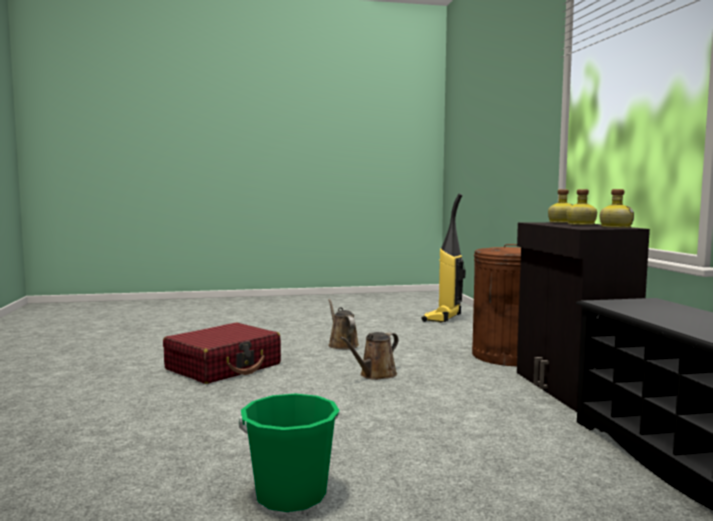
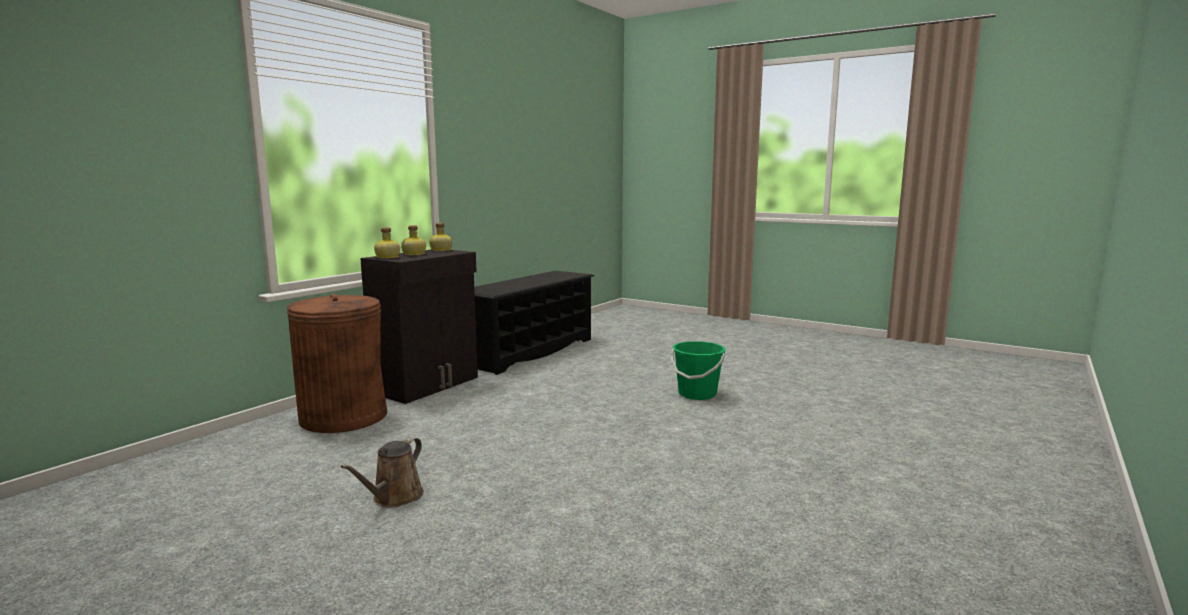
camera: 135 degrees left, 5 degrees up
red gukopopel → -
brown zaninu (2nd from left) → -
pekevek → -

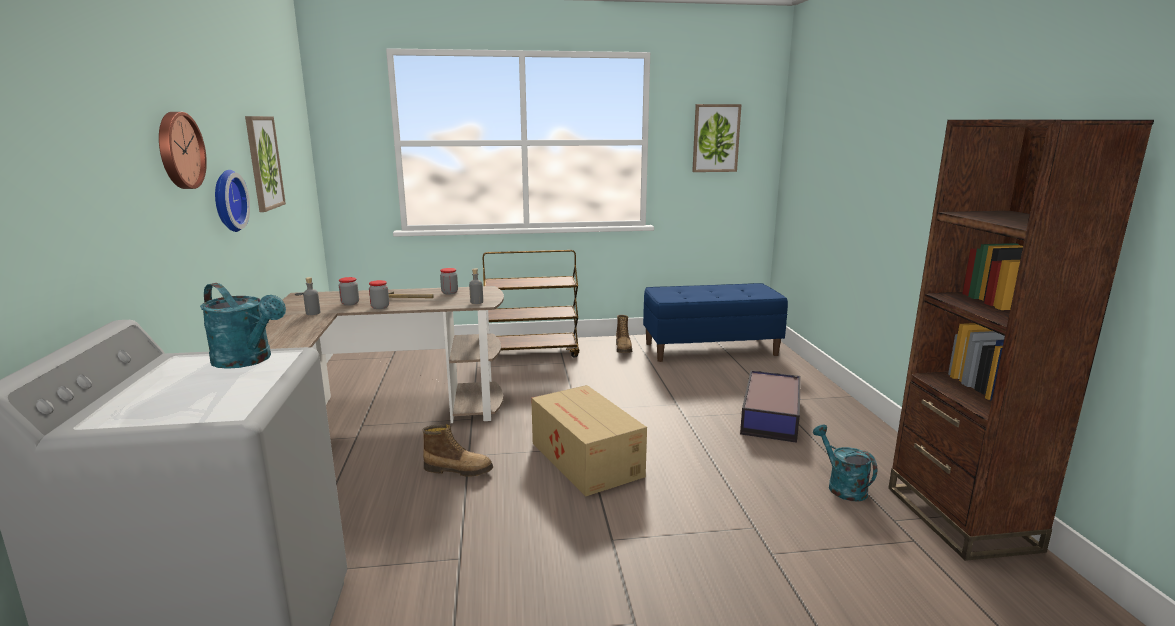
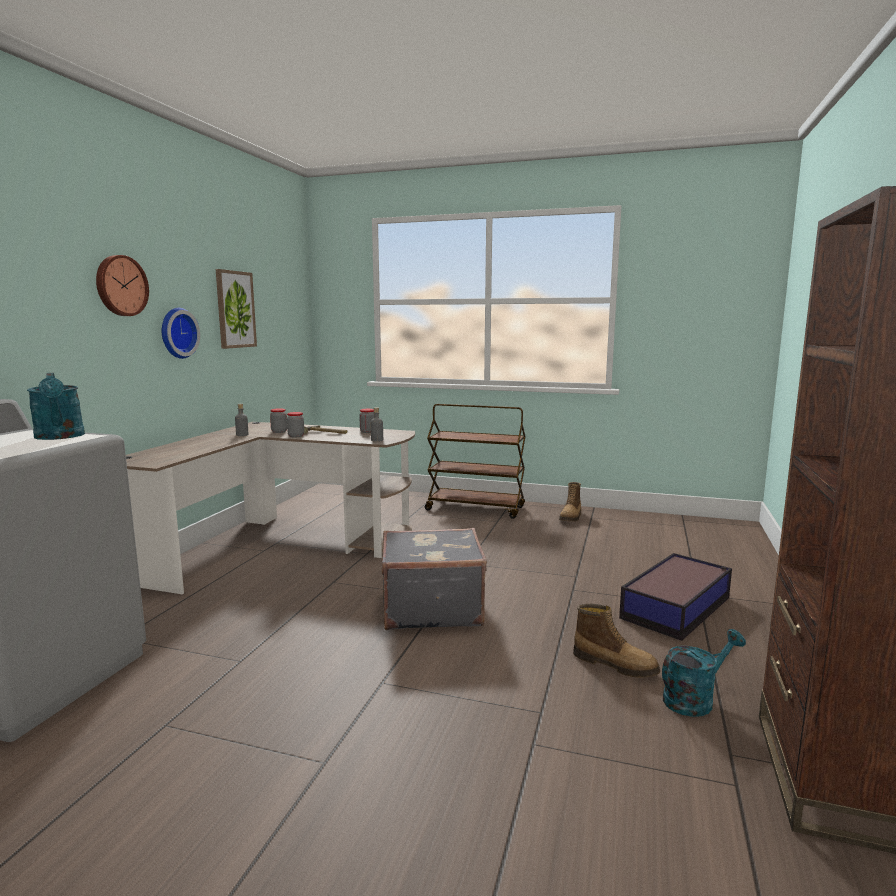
camera: 25 degrees right, 5 degrees down
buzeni → grey gukopopel
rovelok (1st from left in the first image) → rovelok (2nd from left), move
turquoise zaninu (2nd from left), 60 degrees clockwise
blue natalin → -
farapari (2nd from left) → -

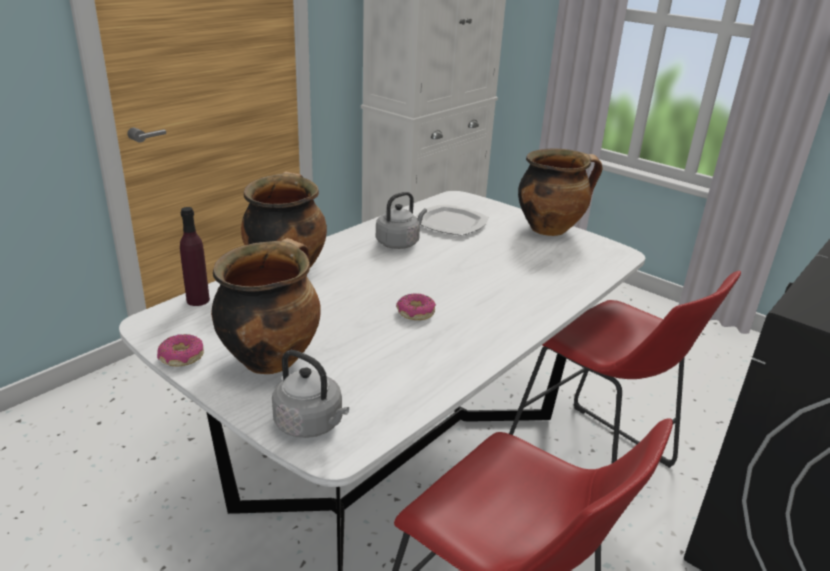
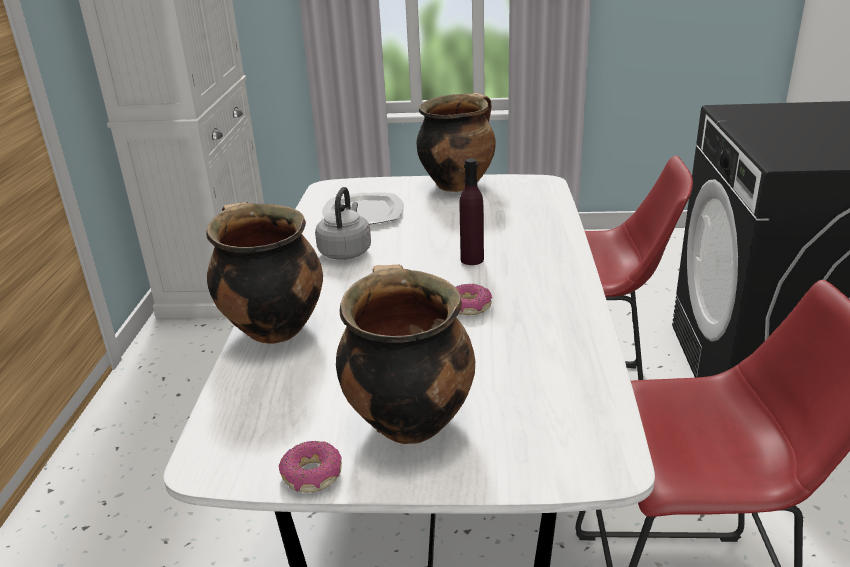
camera: 35 degrees left, 0 degrees up
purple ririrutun, move
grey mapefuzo (1st from left) → -

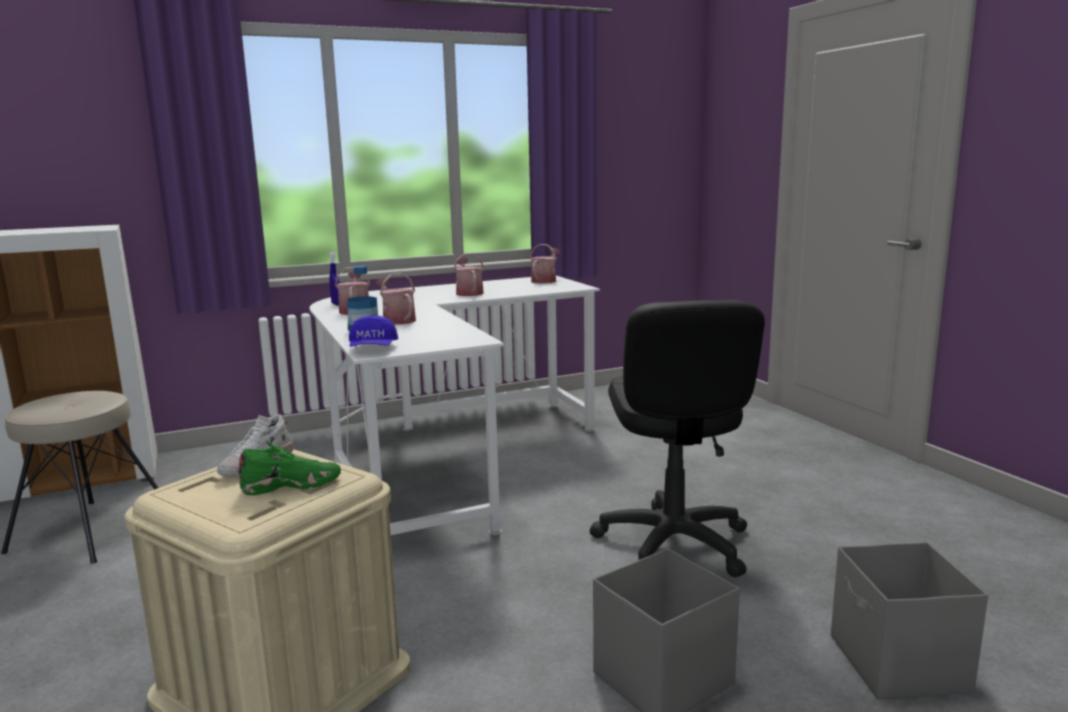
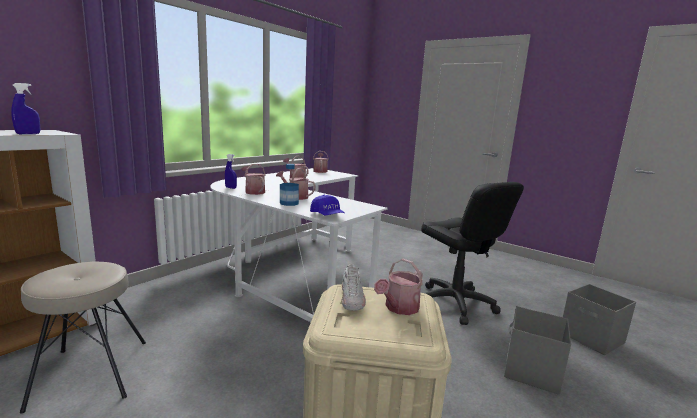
camera: 30 degrees left, 0 degrees up
- → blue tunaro (1st from left)
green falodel → zaninu (5th from left)

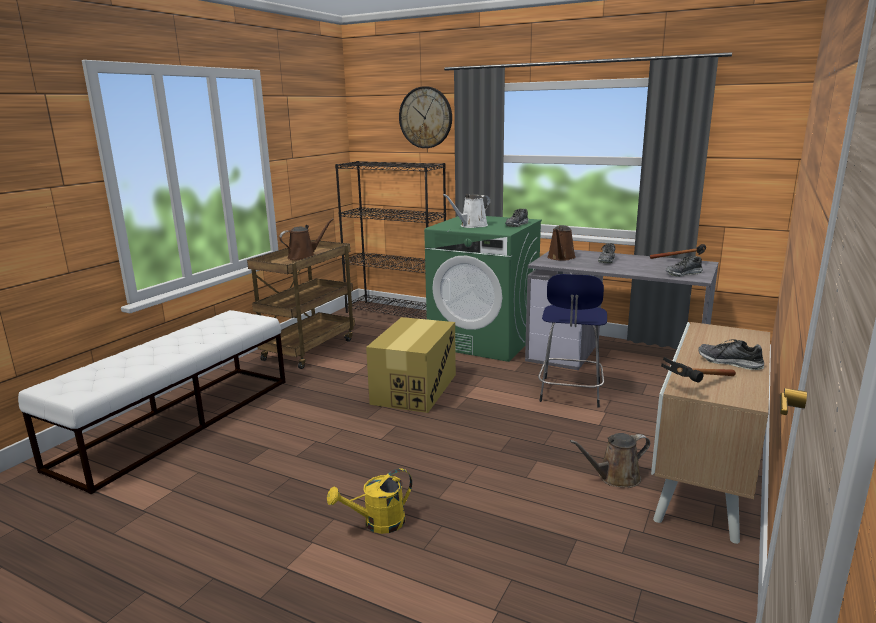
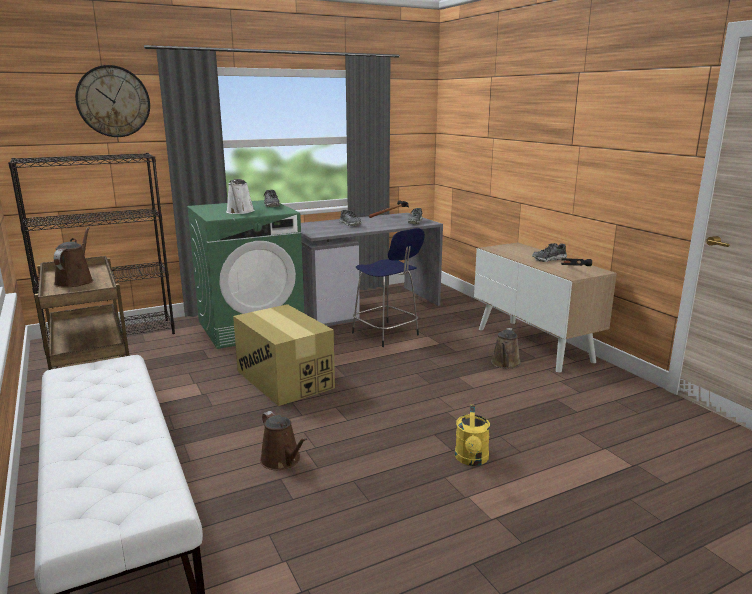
camera: 55 degrees left, 0 degrees up
brown zaninu (2nd from left), move

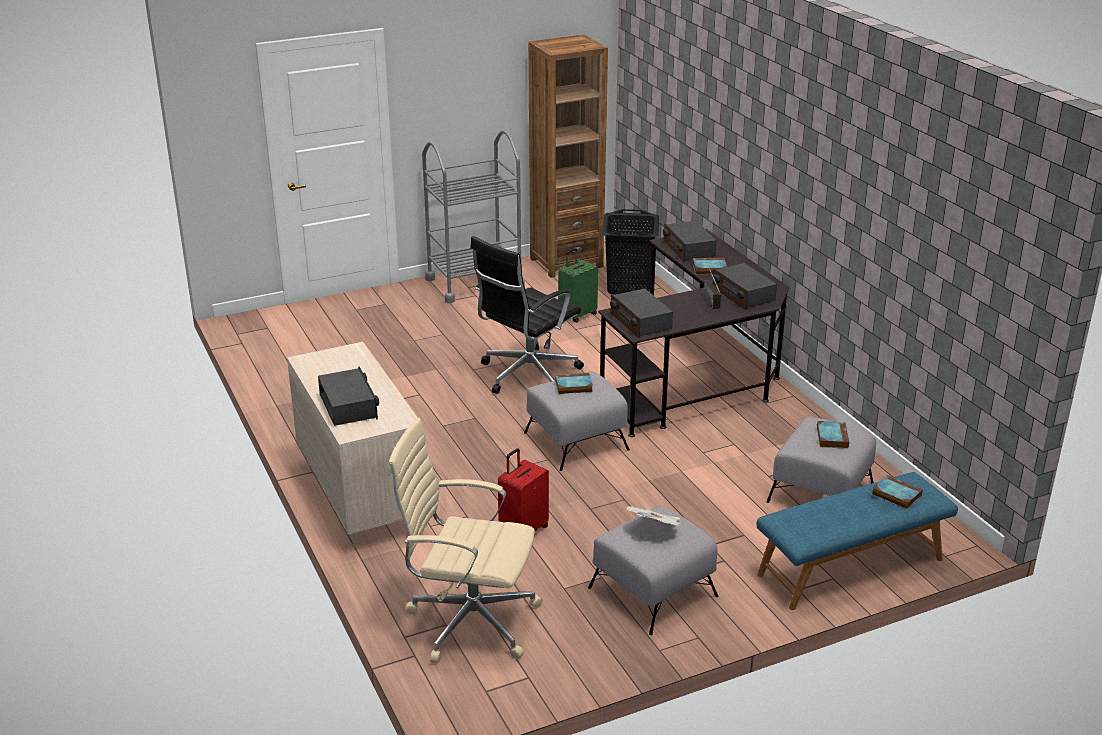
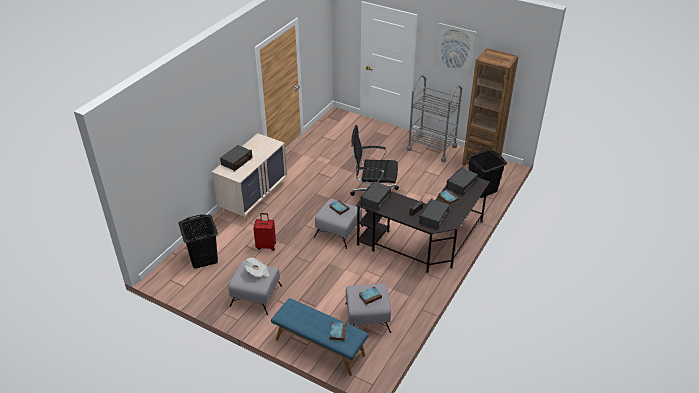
camera: 55 degrees right, 10 degrees up
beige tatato → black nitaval (1st from left)
- → farapari
green gukopopel → -

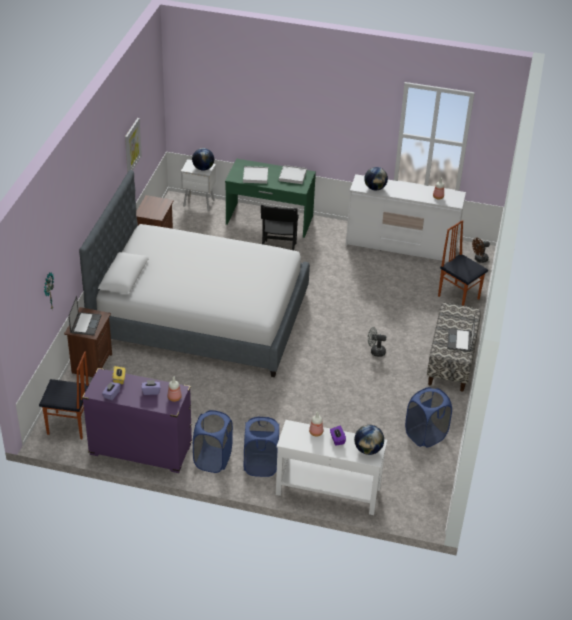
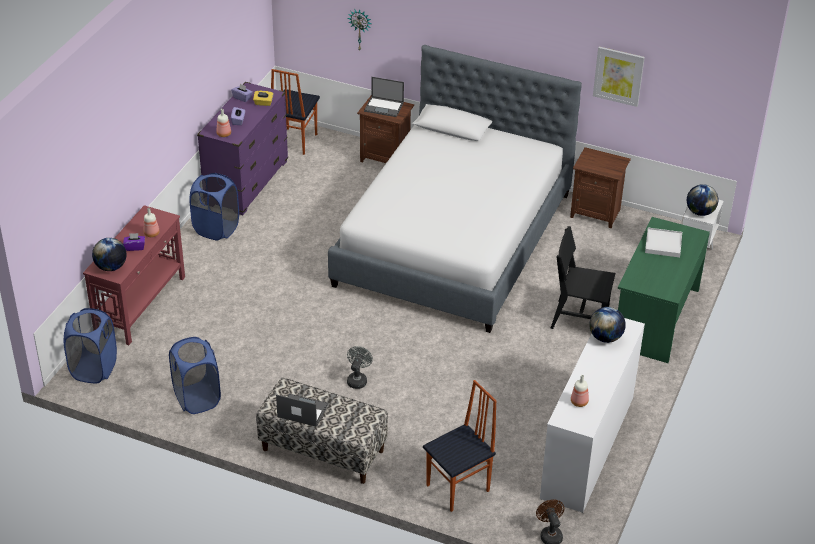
camera: 100 degrees right, 0 degrees up
blue nitaval (2nd from left in the first image) → blue nitaval (1st from left), move
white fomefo → red fomefo
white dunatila (2nd from left) → -

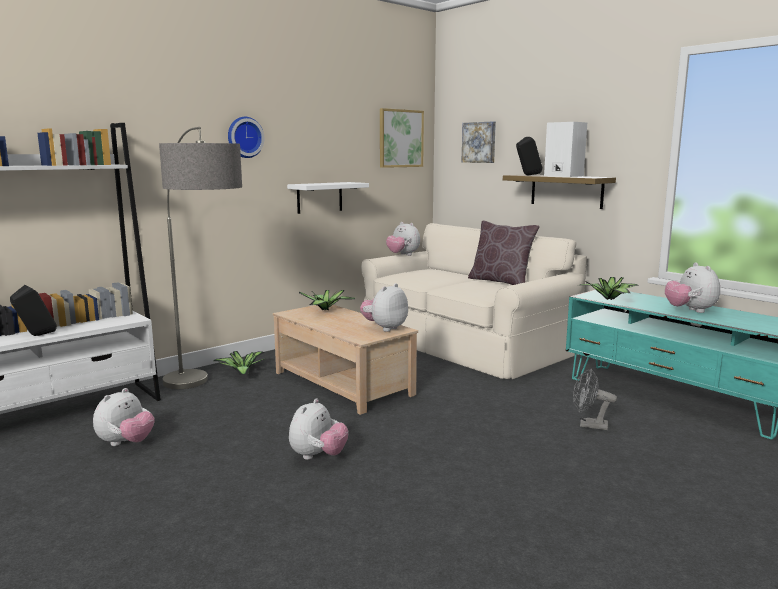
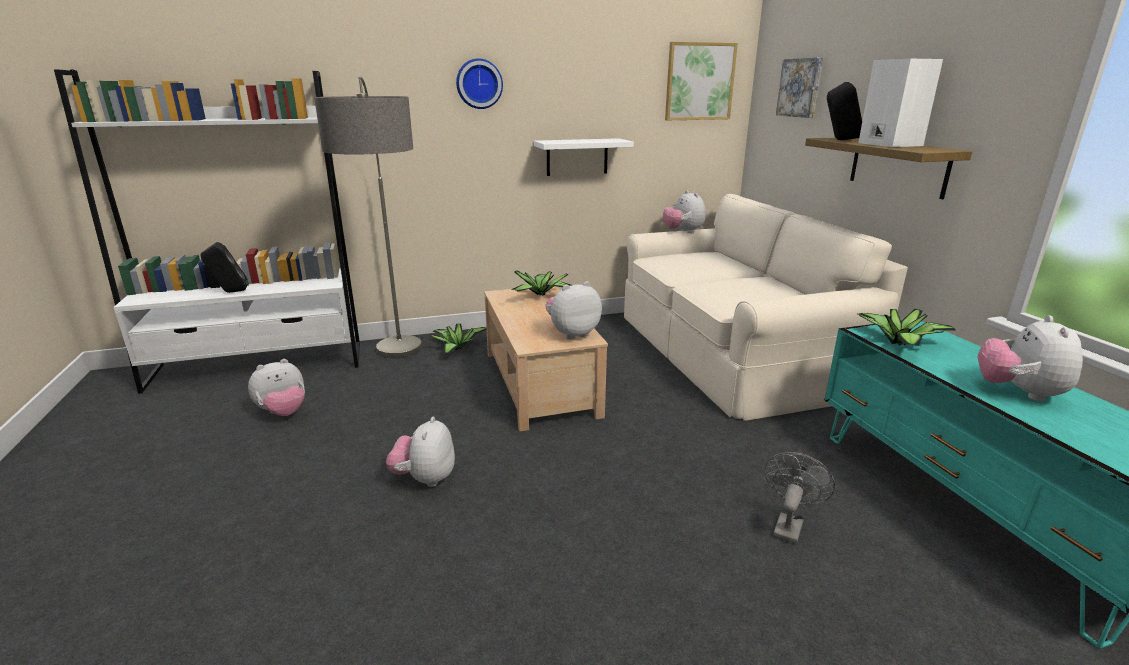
camera: 25 degrees right, 10 degrees up
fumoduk (2nd from left), 135 degrees clockwise
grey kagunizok, 75 degrees clockwise
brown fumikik → -

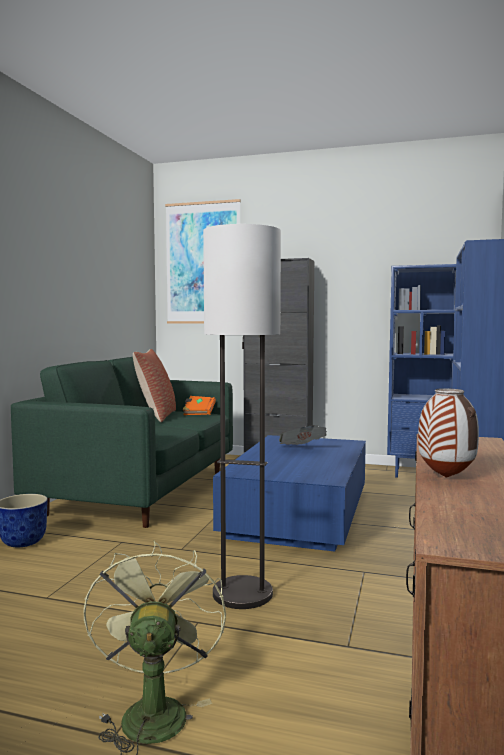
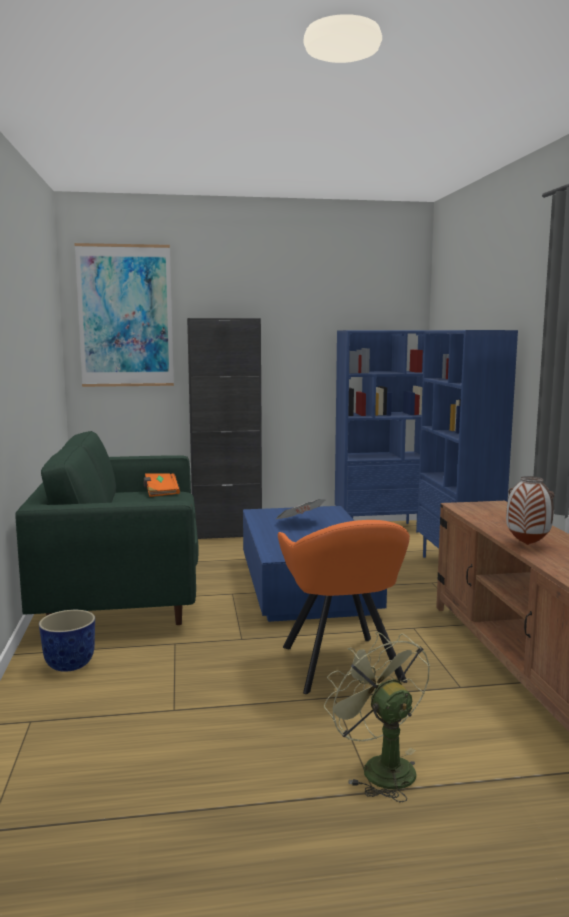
camera: 25 degrees left, 5 degrees up
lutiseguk → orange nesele
fumikik → -

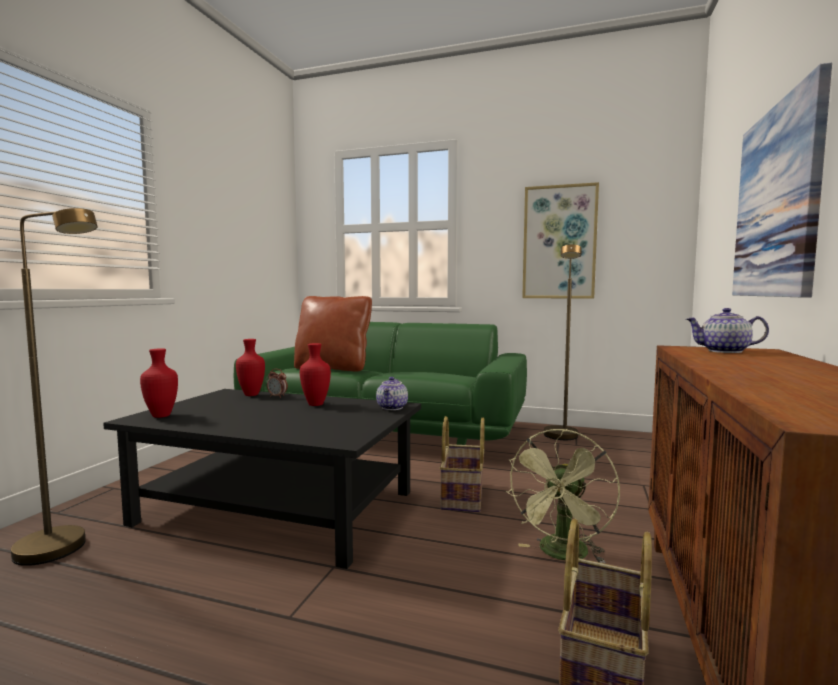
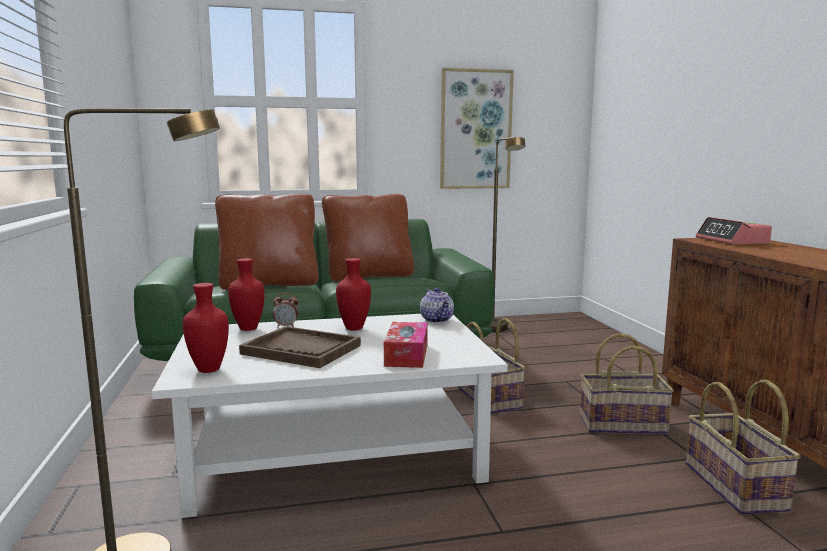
camera: 30 degrees left, 5 degrees up
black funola → white funola
- → brown dunatila
- → brown fumikik (2nd from left)
- → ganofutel
green kagunizok → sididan (2nd from left)
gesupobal (2nd from left) → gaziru (2nd from left)
farapari (2nd from left) → -

